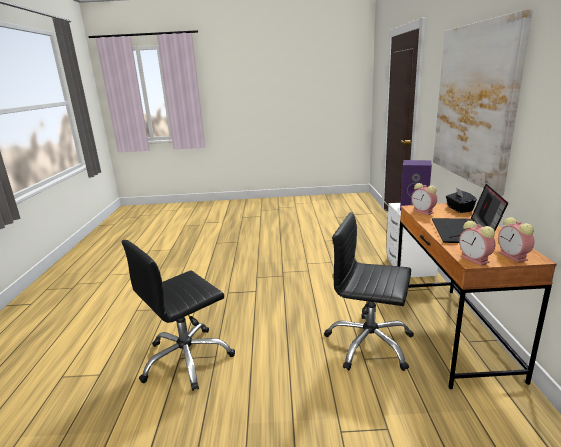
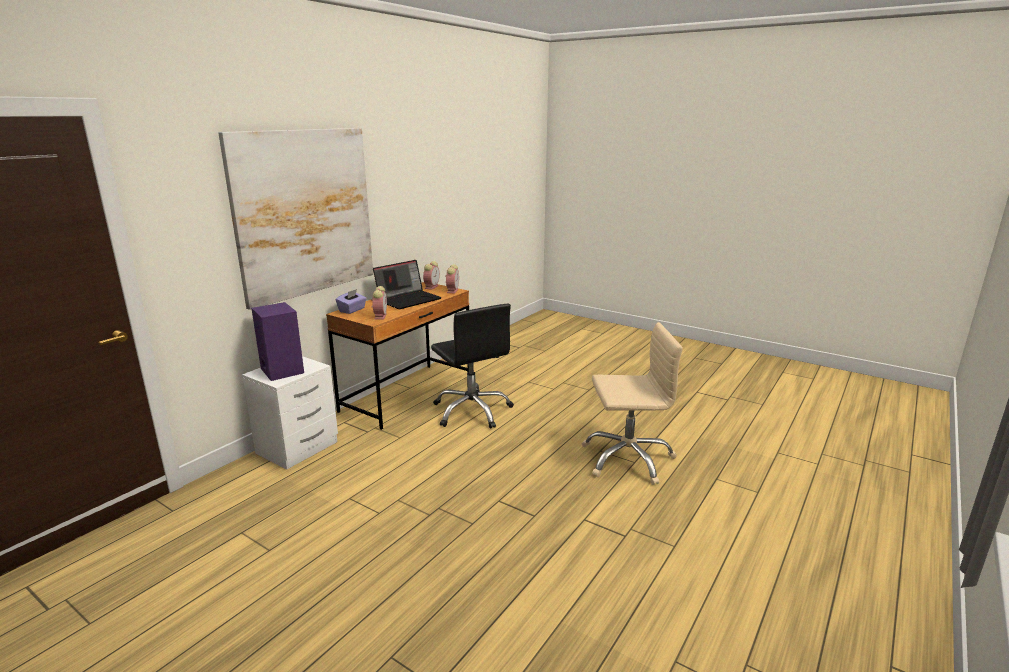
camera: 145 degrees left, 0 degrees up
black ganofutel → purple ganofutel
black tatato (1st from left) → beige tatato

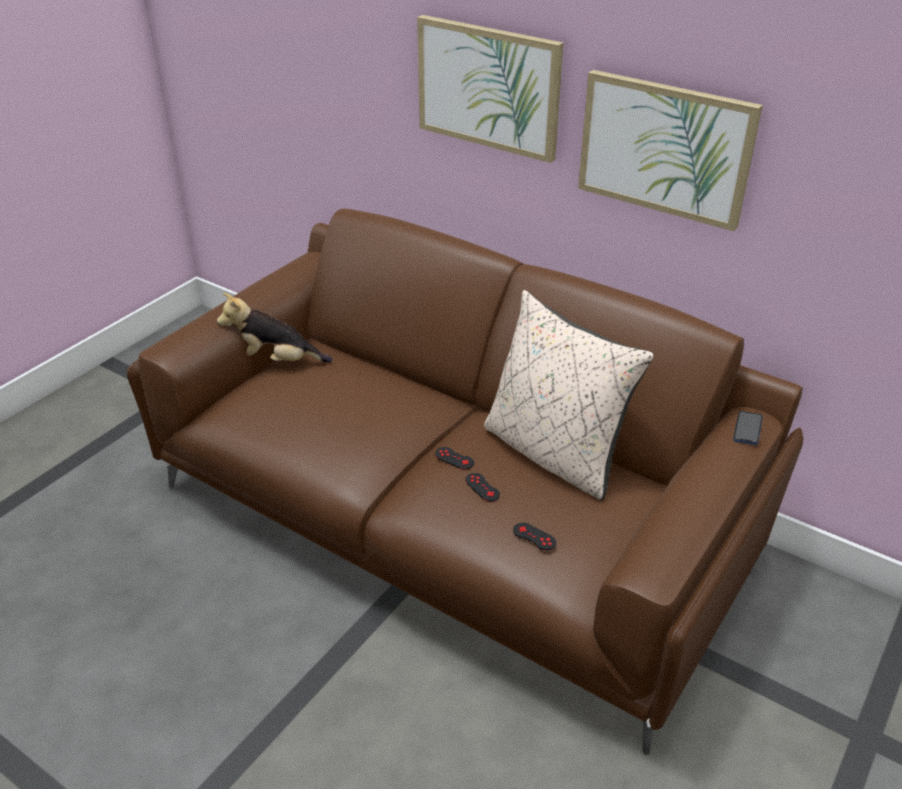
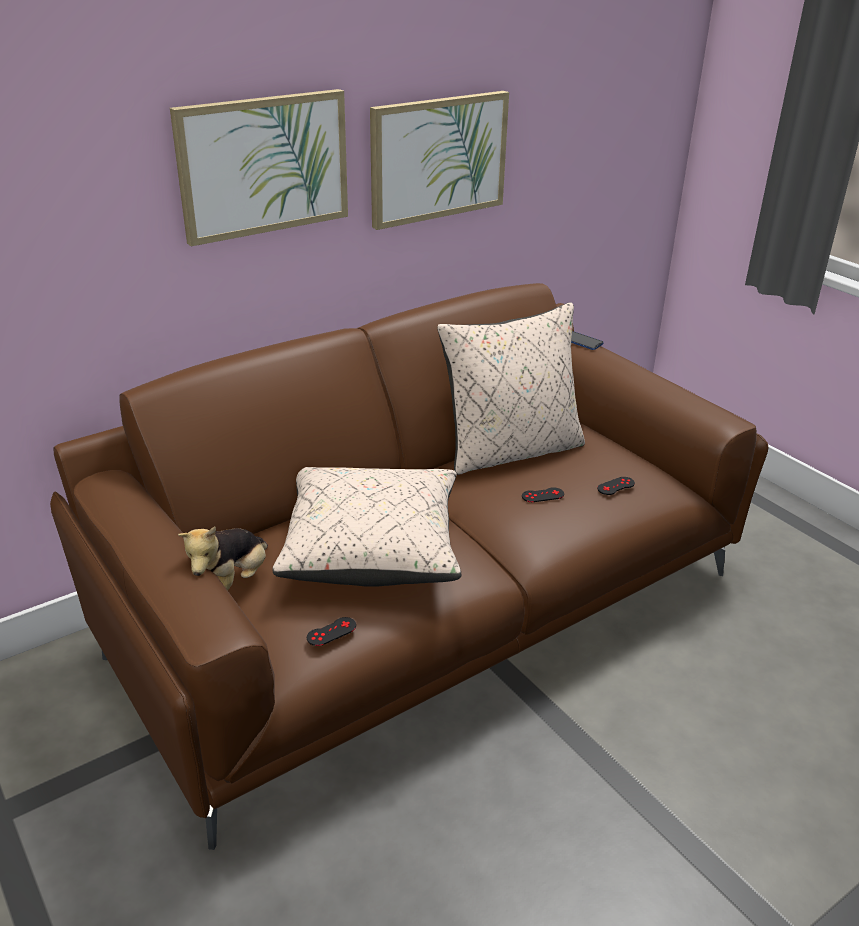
camera: 70 degrees left, 5 degrees down
- → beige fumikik (1st from left)
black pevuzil (1st from left), move

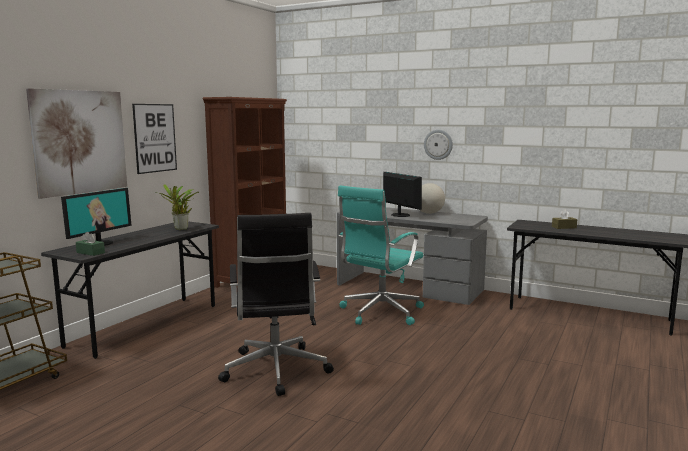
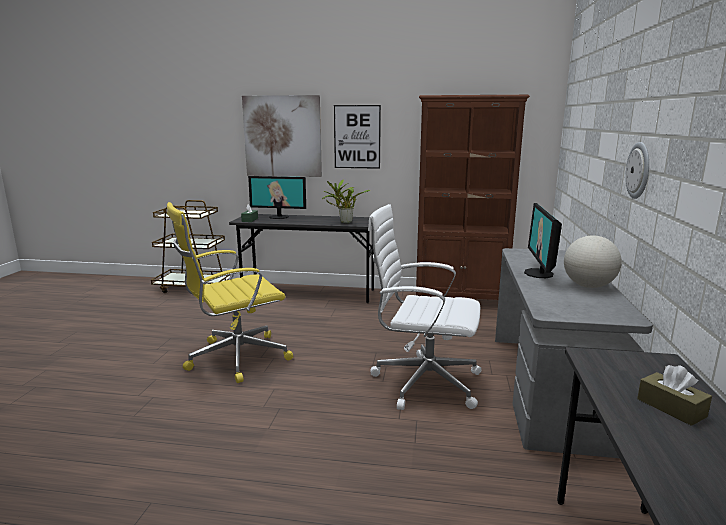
camera: 70 degrees right, 5 degrees up
black tatato → yellow tatato
turquoise tatato → white tatato
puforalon (2nd from left), 150 degrees clockwise

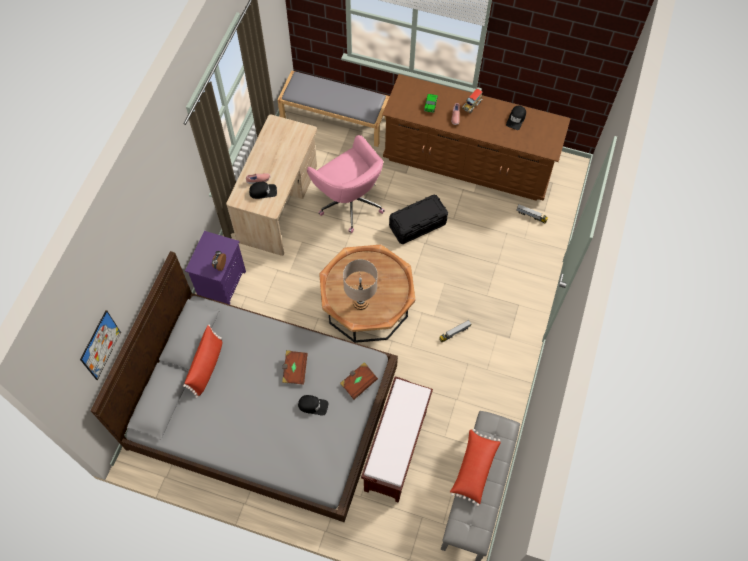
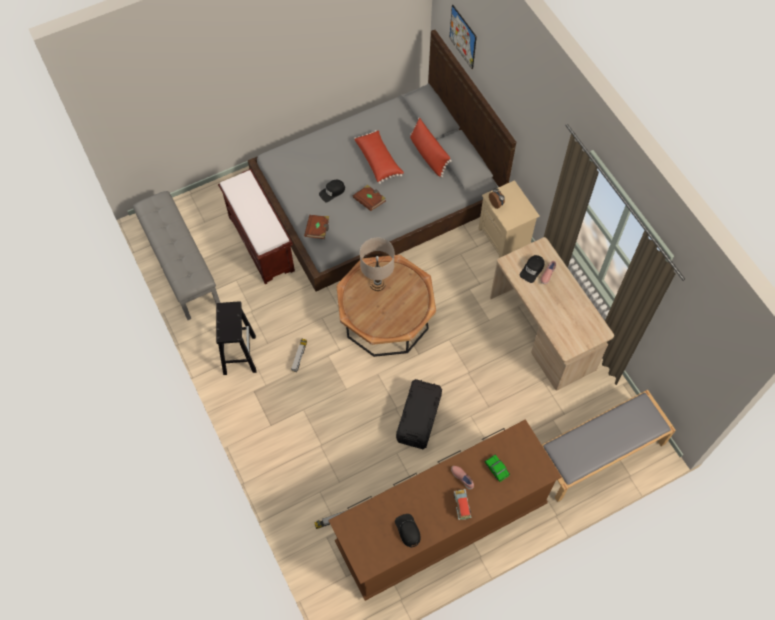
camera: 135 degrees right, 0 degrees up
- → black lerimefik
red fumikik (2nd from left in the first image) → red fumikik (1st from left), move
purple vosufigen → beige vosufigen
pink tatato → -

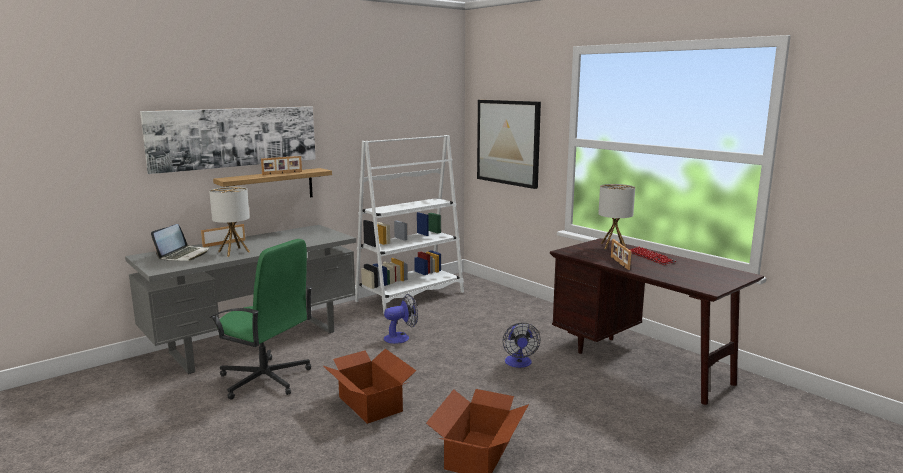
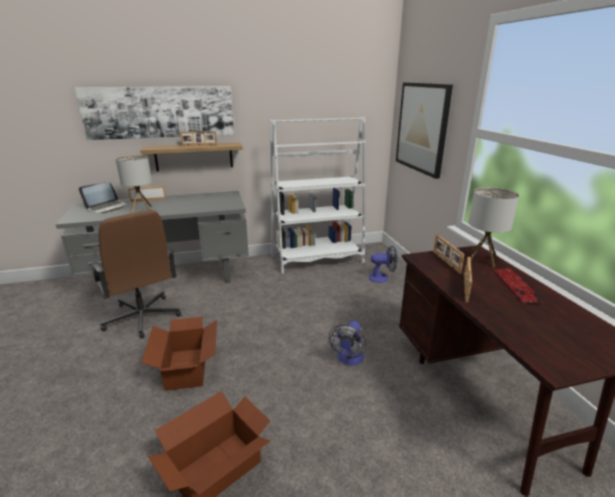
camera: 25 degrees right, 10 degrees up
green tatato → brown tatato
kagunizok (1st from left in the first image) → kagunizok (2nd from left), move
- → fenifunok (3rd from left)

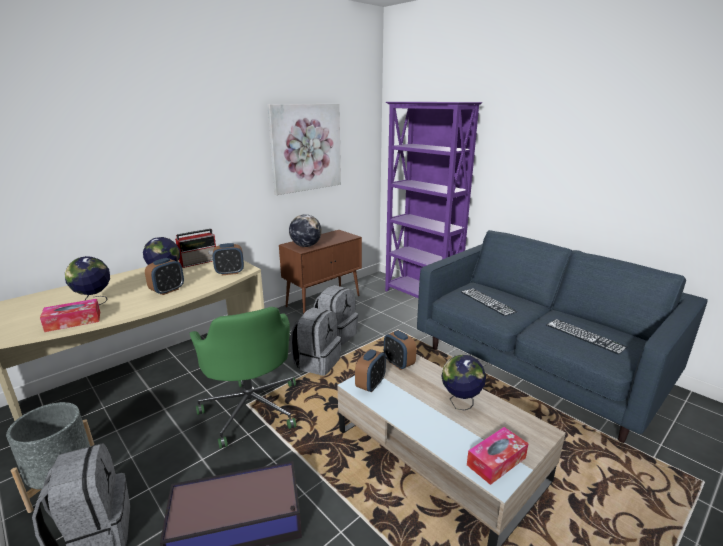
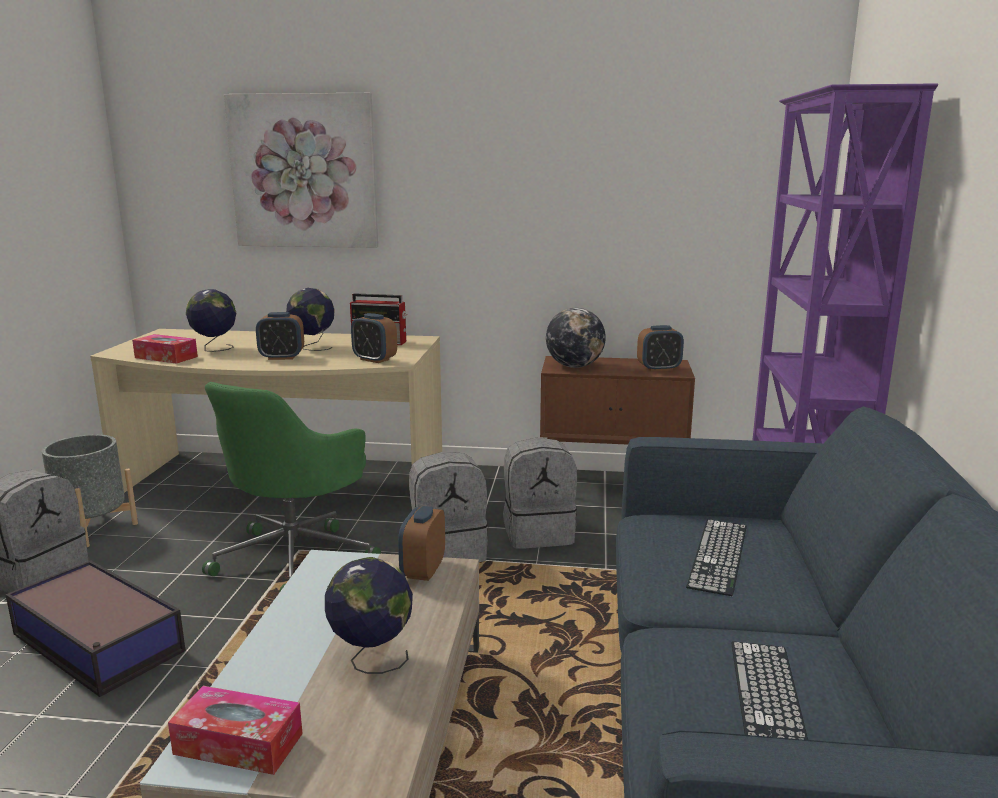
camera: 50 degrees right, 5 degrees down
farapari, move
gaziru (3rd from left in the first image) → gaziru (4th from left), move

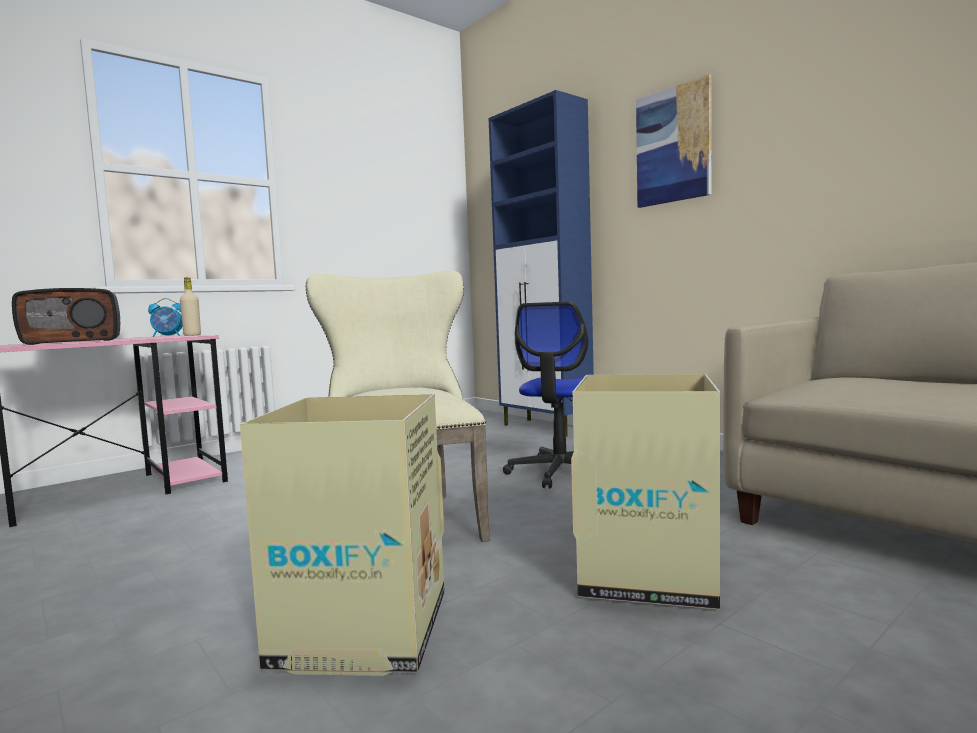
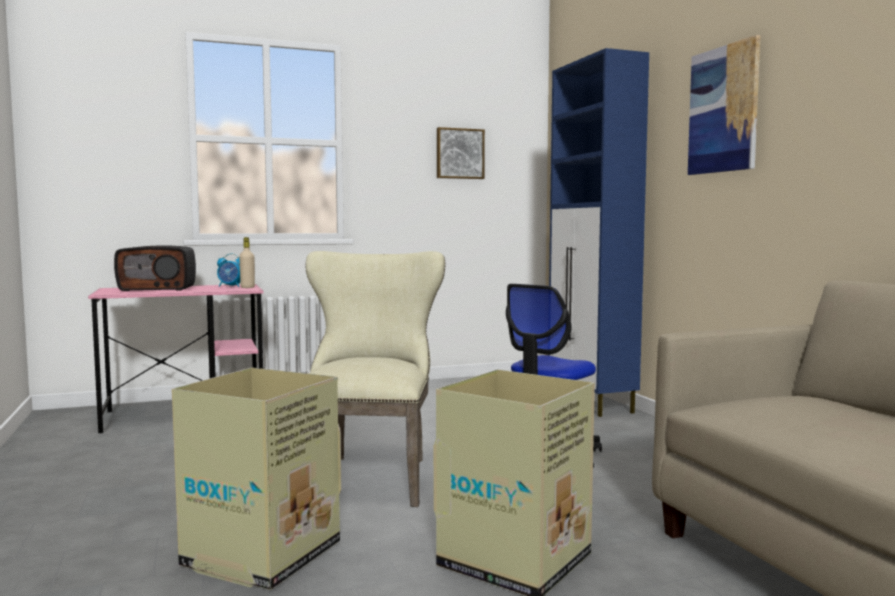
camera: 20 degrees right, 0 degrees up
- → farapari (1st from left)

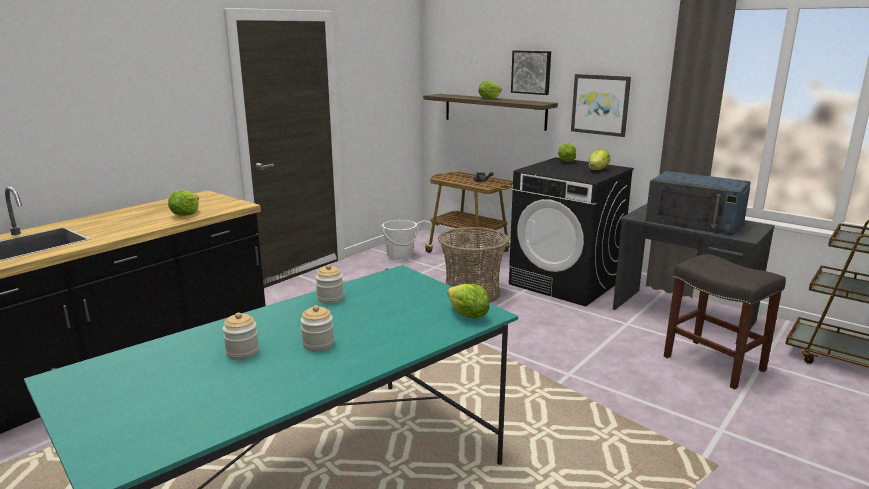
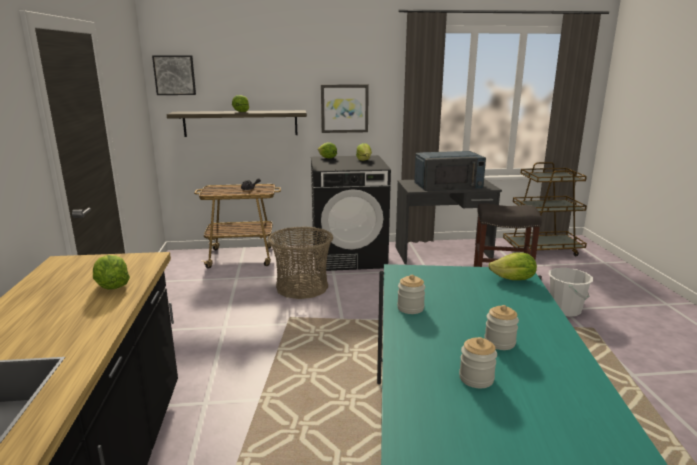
camera: 45 degrees left, 0 degrees up
farapari (1st from left), move
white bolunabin, move

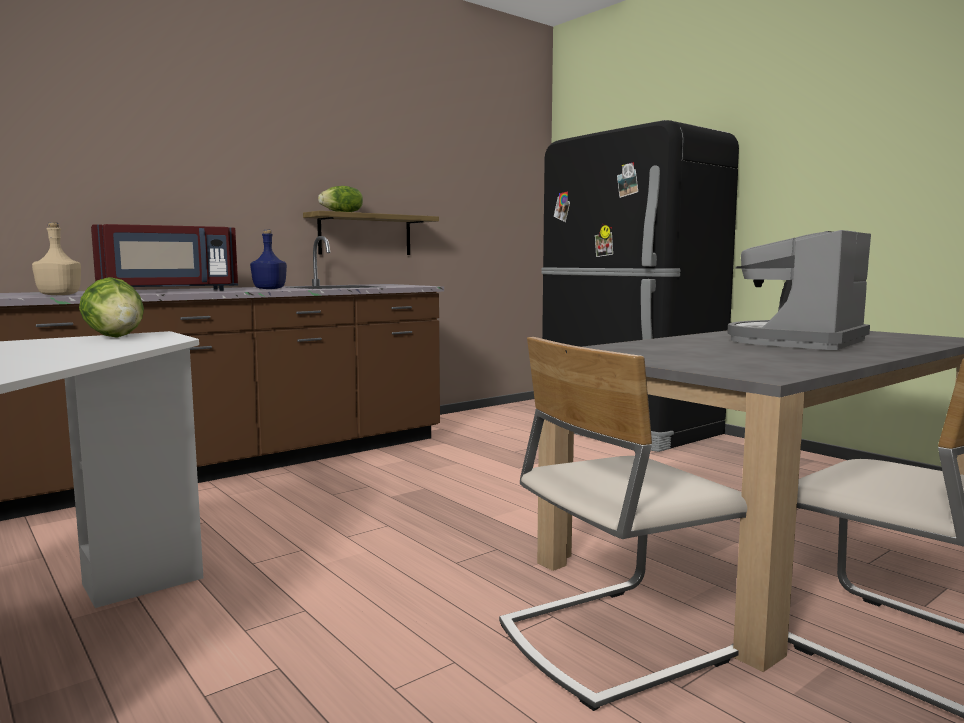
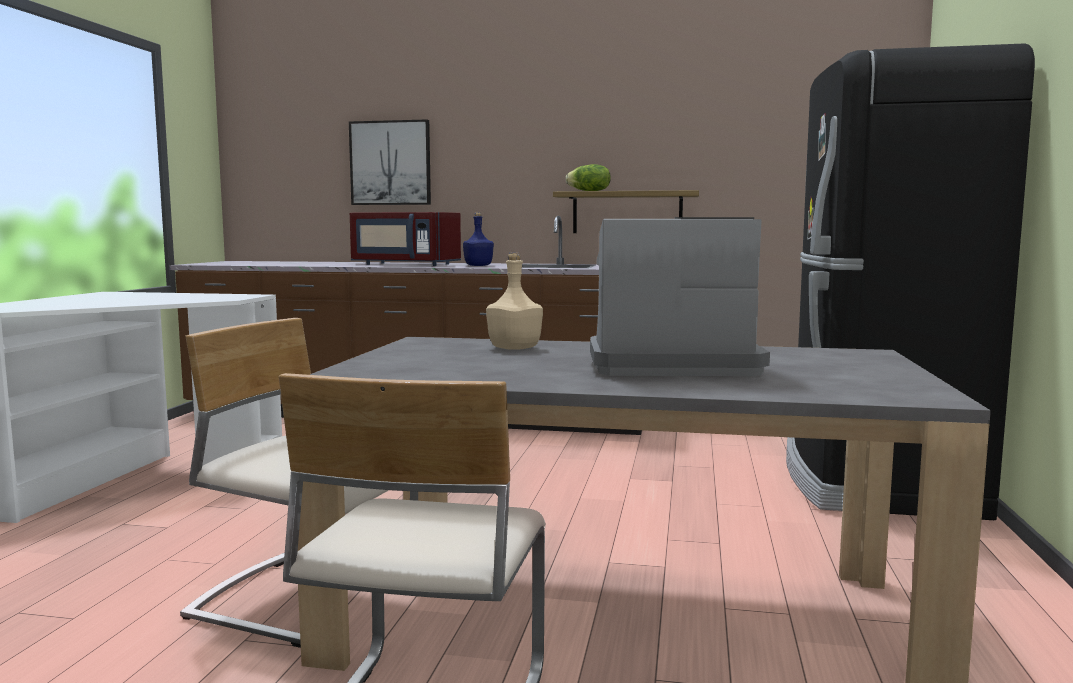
camera: 50 degrees right, 0 degrees up
- → farapari
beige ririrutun, move
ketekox (1st from left) → -

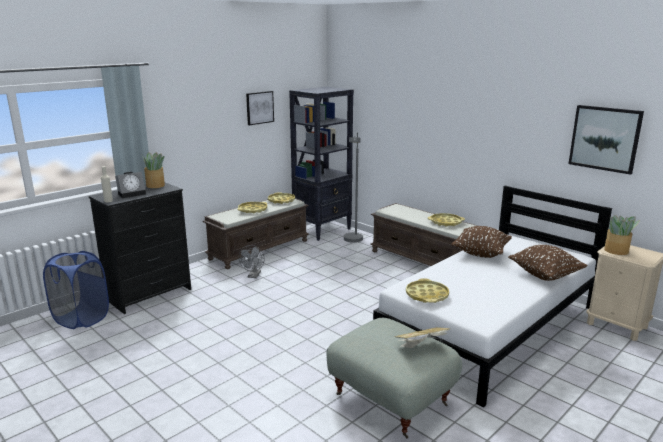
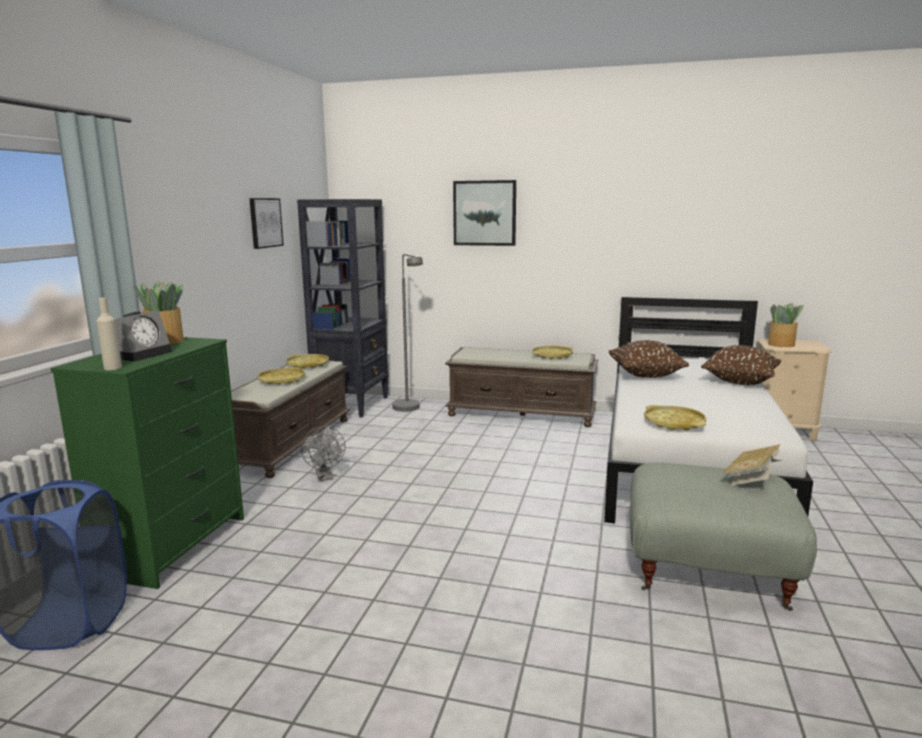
camera: 30 degrees left, 5 degrees down
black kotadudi → green kotadudi
farapari (2nd from left), move

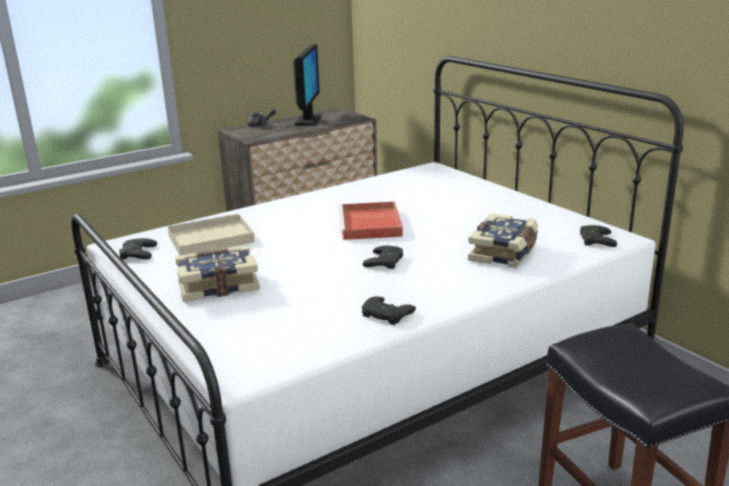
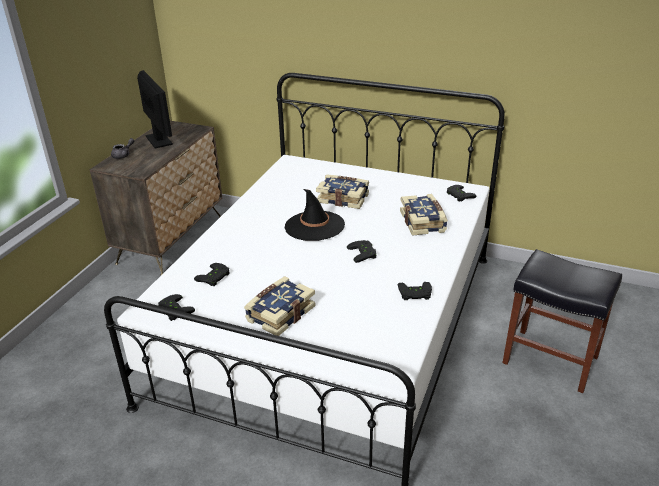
camera: 35 degrees left, 10 degrees up
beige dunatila → black pevuzil (2nd from left)
red dunatila → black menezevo
- → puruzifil (2nd from left)

